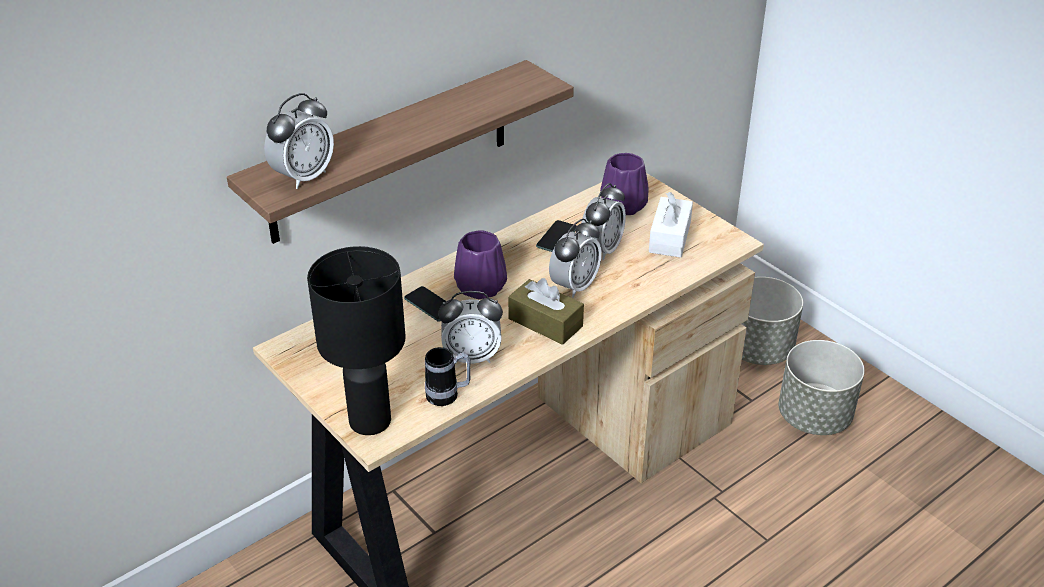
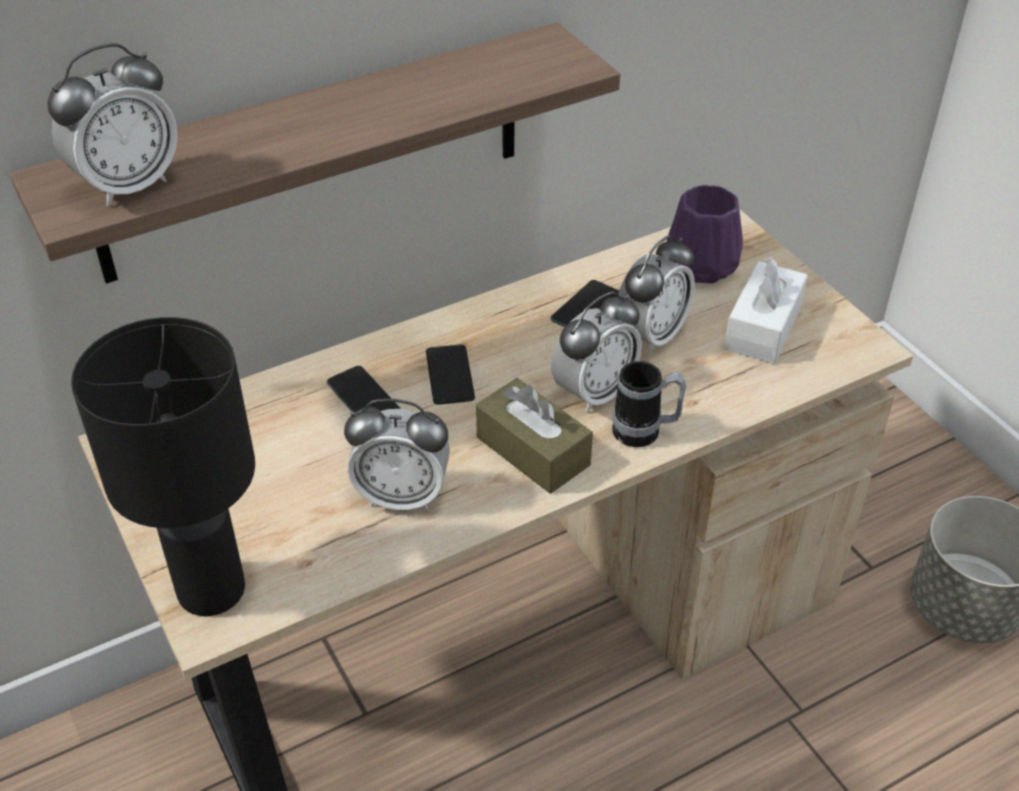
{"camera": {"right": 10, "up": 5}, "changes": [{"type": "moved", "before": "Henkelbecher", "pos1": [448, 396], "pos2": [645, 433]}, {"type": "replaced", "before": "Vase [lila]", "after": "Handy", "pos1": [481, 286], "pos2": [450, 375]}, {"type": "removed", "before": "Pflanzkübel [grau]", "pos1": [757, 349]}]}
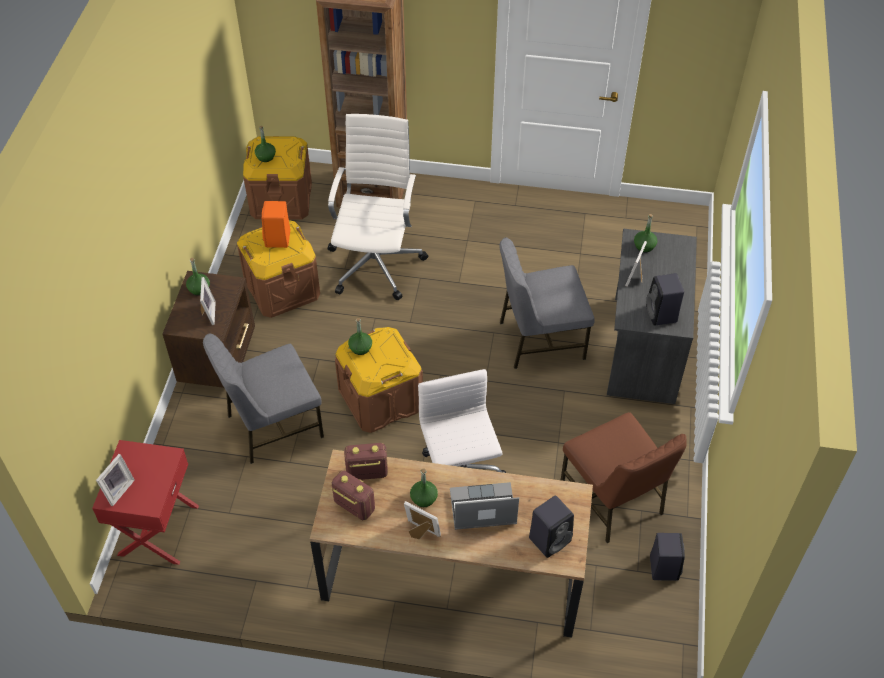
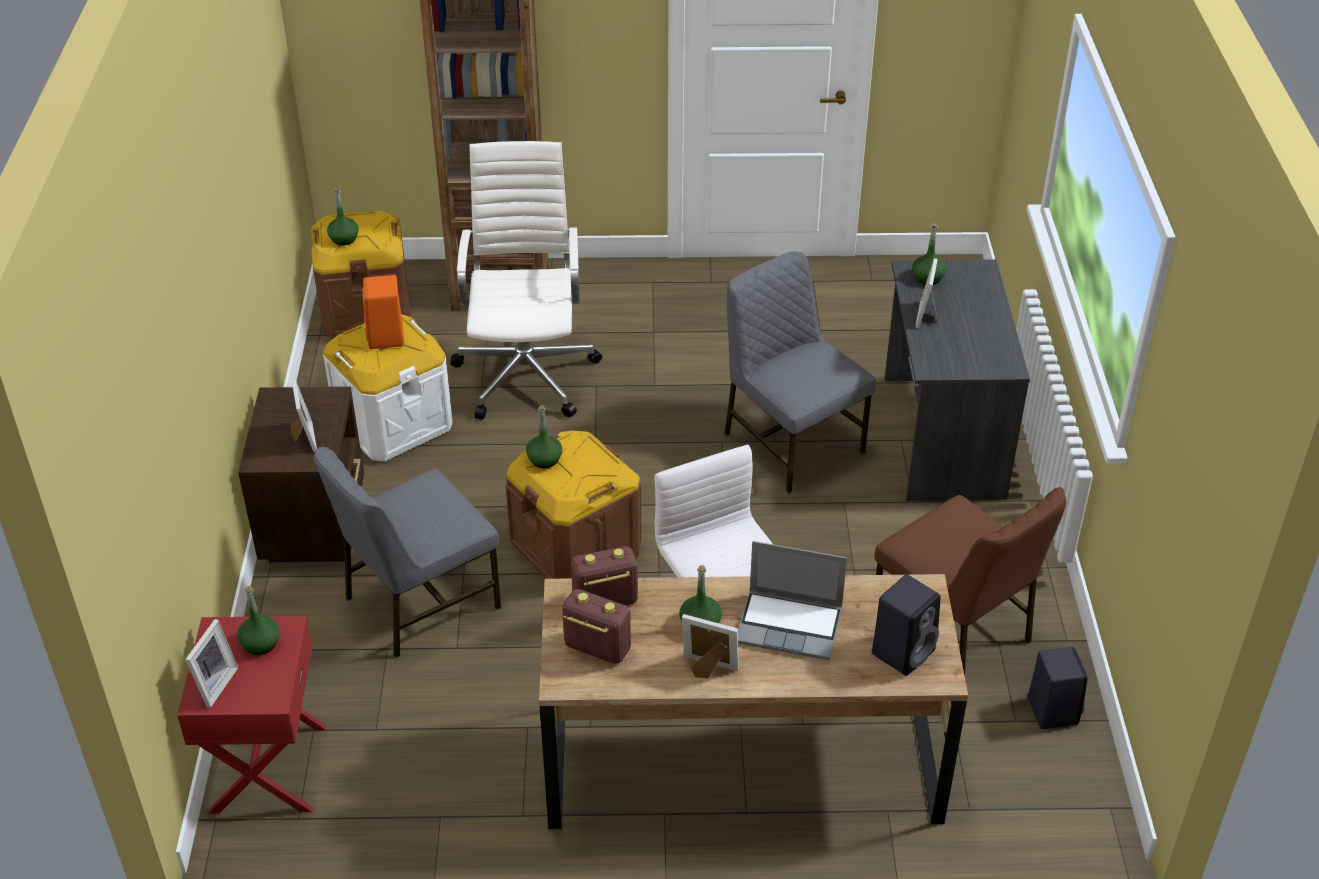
{"camera": {"right": -10, "up": -10}, "changes": [{"type": "moved", "before": "Flasche [grün]", "pos1": [199, 289], "pos2": [261, 643]}, {"type": "recoloured", "before": "Aufbewahrungsbox [braun]", "after": "Aufbewahrungsbox [weiß]", "pos1": [282, 289], "pos2": [393, 423]}, {"type": "turned", "before": "Laptop", "pos1": [482, 508], "pos2": [791, 625], "turn": -150}, {"type": "turned", "before": "Stuhl [grau]", "pos1": [540, 339], "pos2": [791, 442], "turn": 75}, {"type": "removed", "before": "Lautsprecher [schwarz]", "pos1": [662, 315]}]}
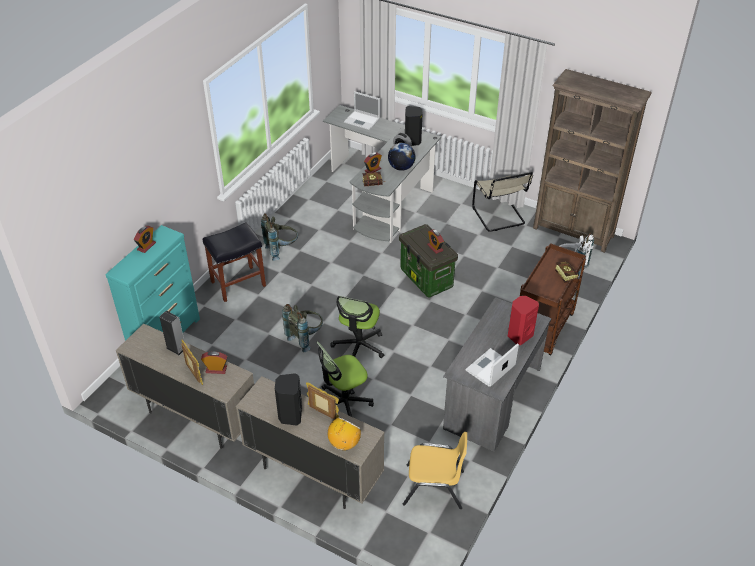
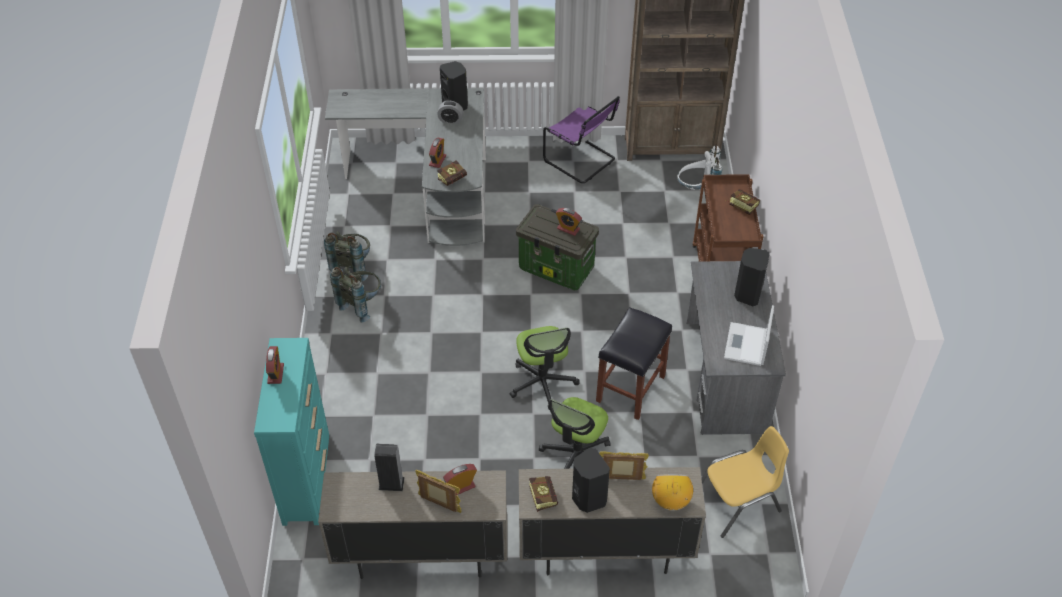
{"camera": {"right": -30, "up": 5}, "changes": [{"type": "moved", "before": "Hocker [schwarz]", "pos1": [238, 283], "pos2": [630, 387]}, {"type": "moved", "before": "Rucksack [grau]", "pos1": [305, 337], "pos2": [353, 266]}, {"type": "removed", "before": "Laptop", "pos1": [362, 120]}, {"type": "removed", "before": "Globus", "pos1": [401, 167]}, {"type": "recoloured", "before": "Stuhl [beige]", "after": "Stuhl [lila]", "pos1": [499, 217], "pos2": [581, 161]}, {"type": "recoloured", "before": "Lautsprecher [rot]", "after": "Lautsprecher [schwarz]", "pos1": [519, 335], "pos2": [747, 294]}, {"type": "added", "after": "Buch", "pos2": [542, 495]}]}
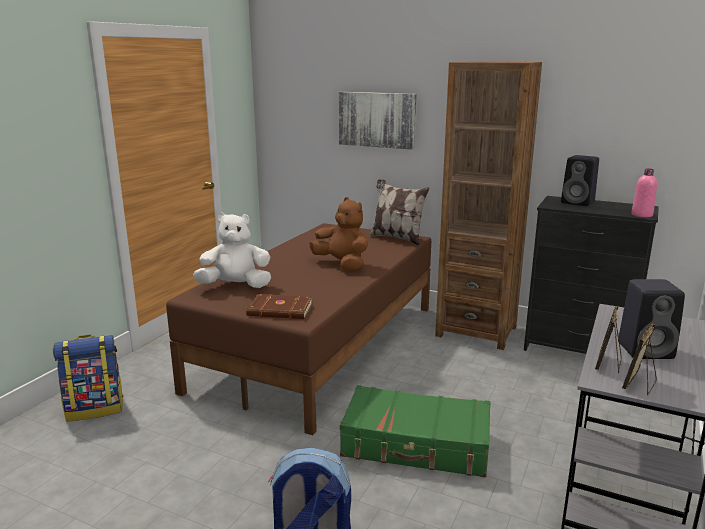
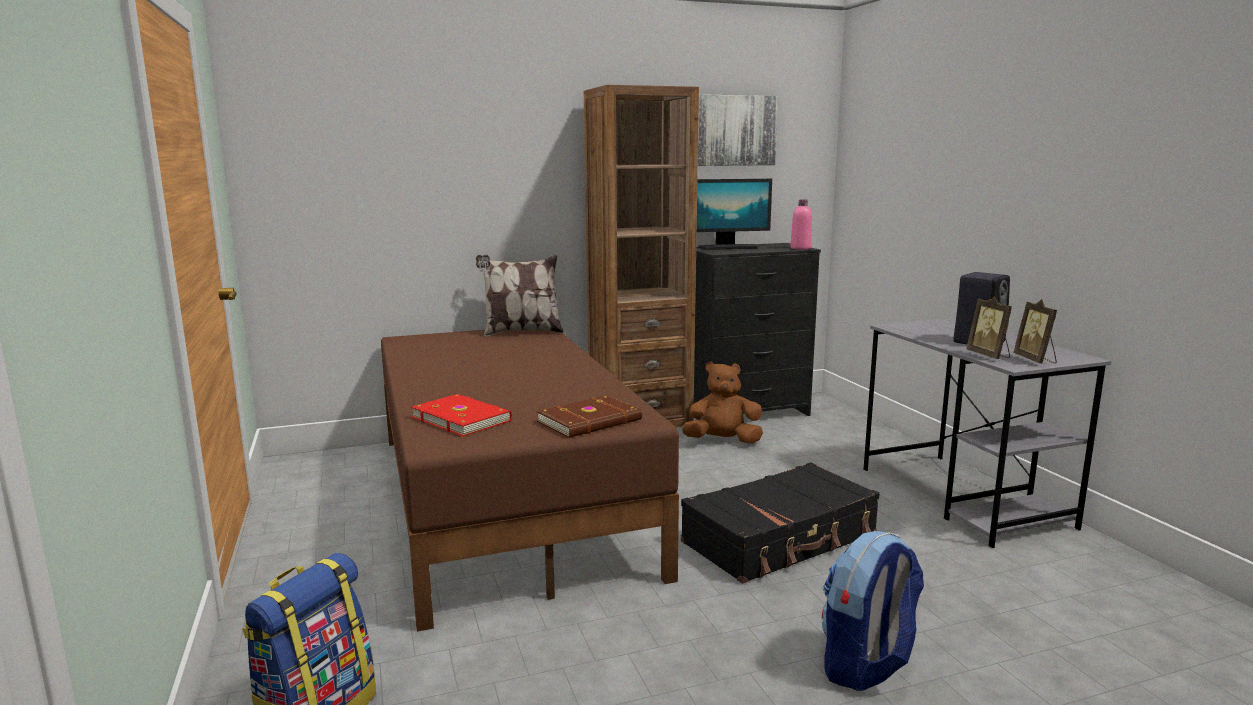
{"camera": {"right": -45, "up": -5}, "changes": [{"type": "replaced", "before": "Plüschtier [weiß]", "after": "Buch [rot]", "pos1": [235, 286], "pos2": [462, 418]}, {"type": "moved", "before": "Plüschtier [braun]", "pos1": [342, 264], "pos2": [722, 441]}, {"type": "moved", "before": "Bild", "pos1": [377, 119], "pos2": [727, 130]}, {"type": "recoloured", "before": "Koffer [grün]", "after": "Koffer [schwarz]", "pos1": [416, 445], "pos2": [780, 539]}, {"type": "replaced", "before": "Lautsprecher [schwarz]", "after": "Monitor", "pos1": [579, 202], "pos2": [728, 248]}]}
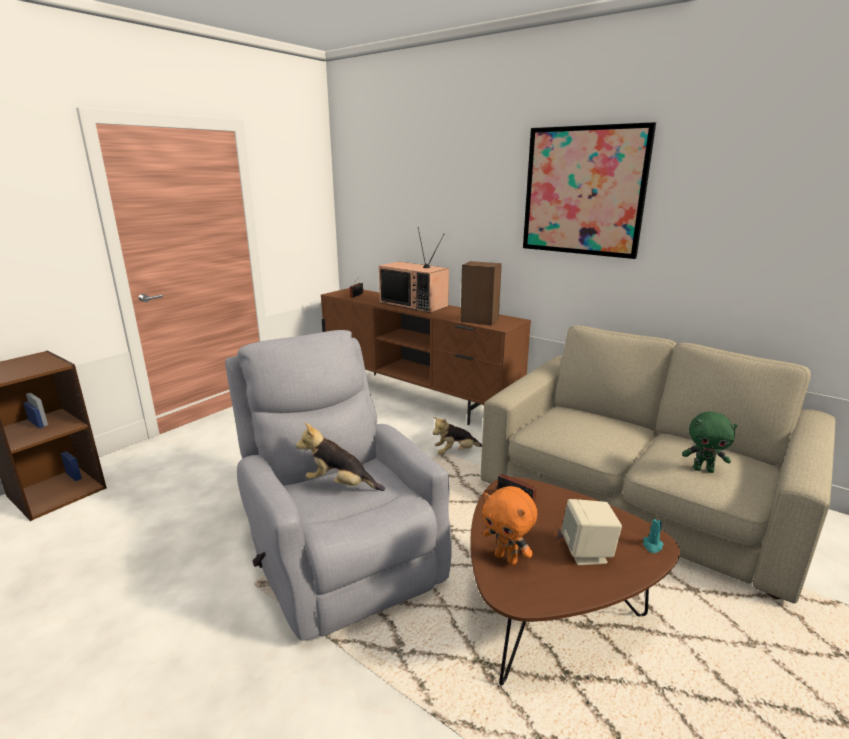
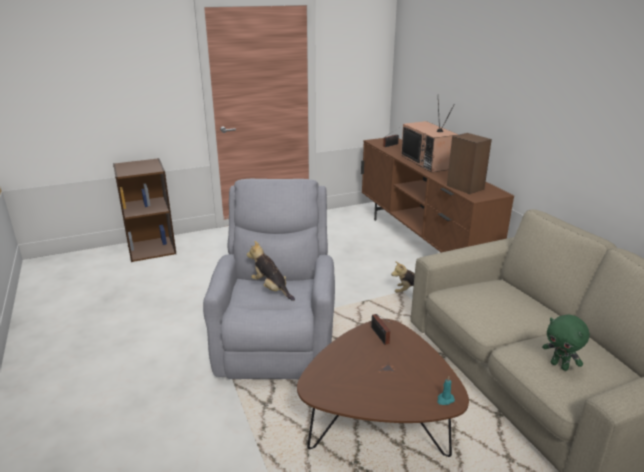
{"camera": {"right": 30, "up": 5}, "changes": [{"type": "removed", "before": "Plüschtier [orange]", "pos1": [506, 558]}, {"type": "removed", "before": "Bild", "pos1": [583, 191]}, {"type": "removed", "before": "Lautsprecher [beige]", "pos1": [587, 553]}]}
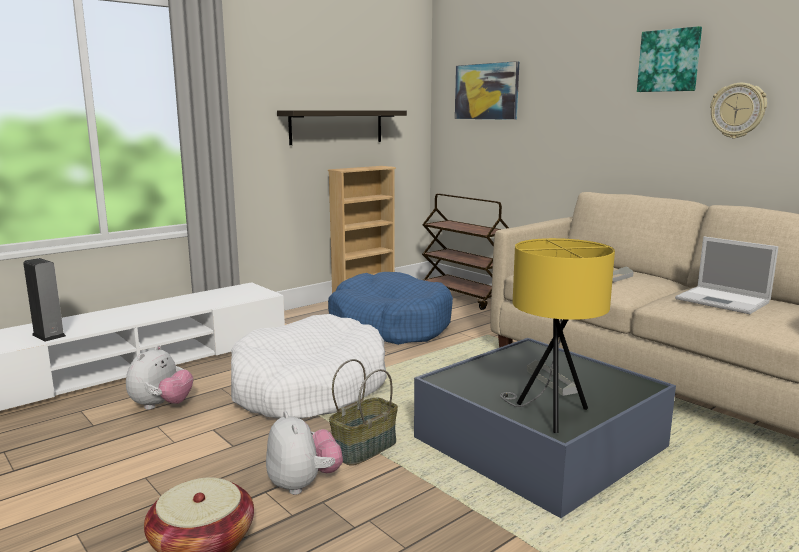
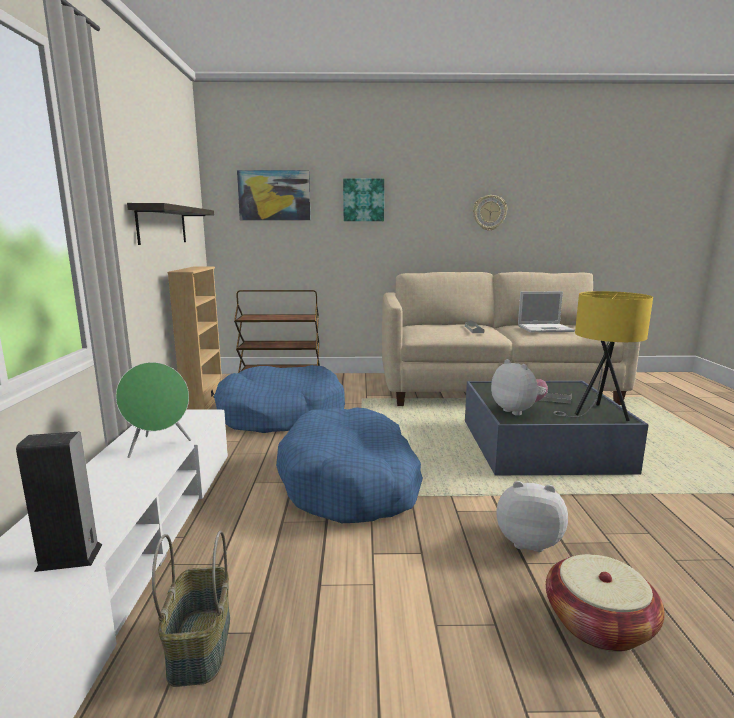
{"camera": {"right": -50, "up": 0}, "changes": [{"type": "moved", "before": "Plüschtier", "pos1": [161, 406], "pos2": [517, 411]}, {"type": "recoloured", "before": "Hundebett [weiß]", "after": "Hundebett [blau]", "pos1": [309, 388], "pos2": [351, 482]}, {"type": "moved", "before": "Korb", "pos1": [364, 448], "pos2": [199, 645]}, {"type": "moved", "before": "Bild", "pos1": [669, 60], "pos2": [363, 200]}, {"type": "added", "after": "Lautsprecher [grün]", "pos2": [158, 446]}]}
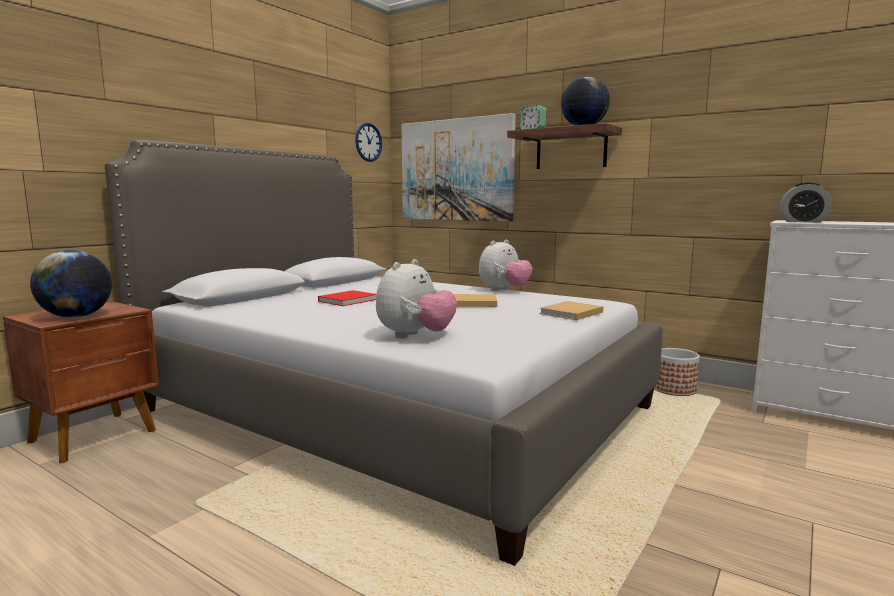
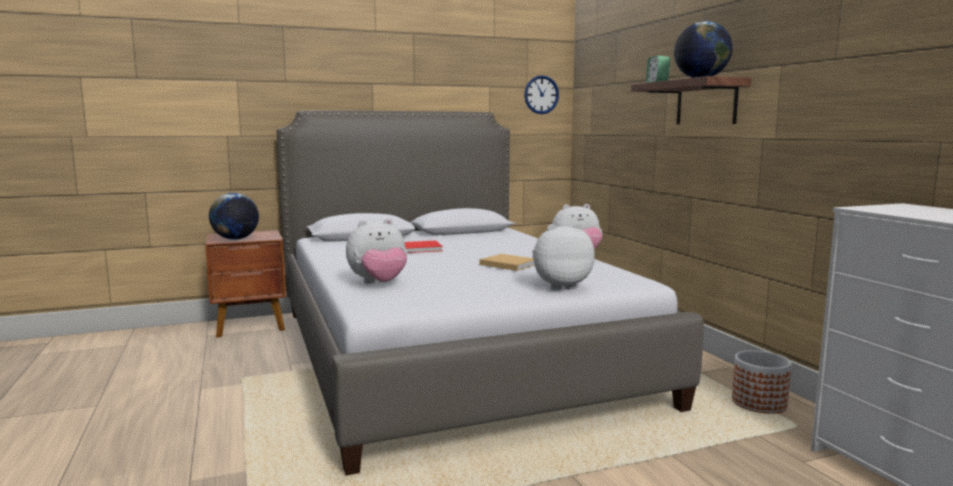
{"camera": {"right": 35, "up": 0}, "changes": [{"type": "removed", "before": "Bild", "pos1": [456, 170]}, {"type": "replaced", "before": "Buch [beige]", "after": "Plüschtier", "pos1": [570, 313], "pos2": [560, 286]}, {"type": "removed", "before": "Wecker", "pos1": [803, 222]}]}
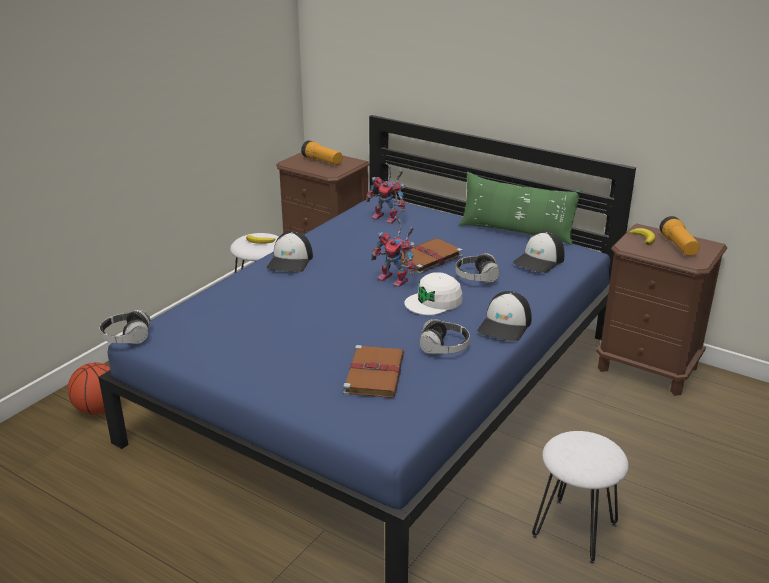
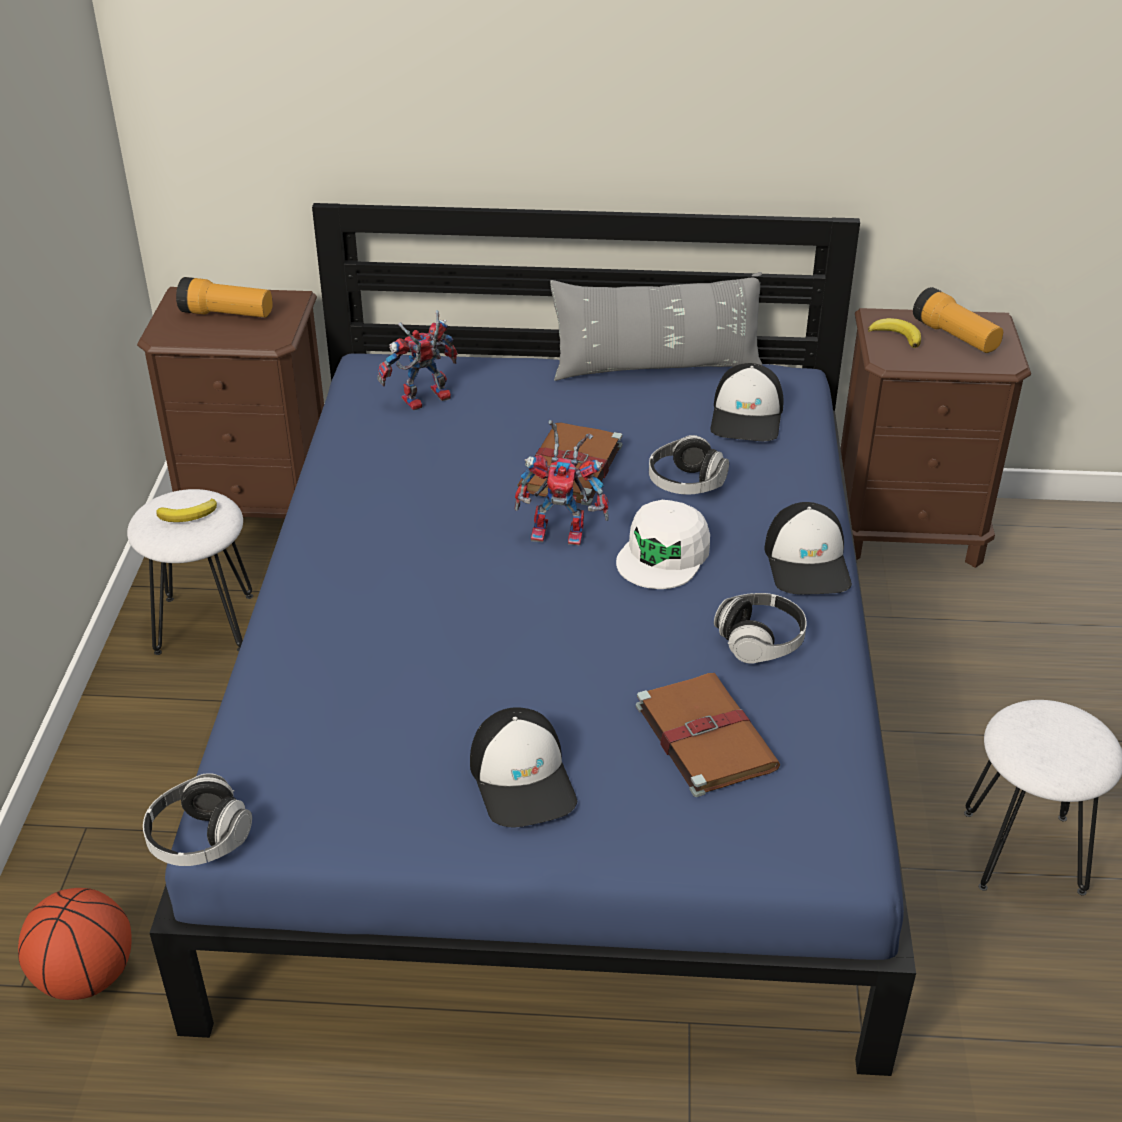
{"camera": {"right": -30, "up": 10}, "changes": [{"type": "moved", "before": "Kappe", "pos1": [290, 261], "pos2": [523, 779]}, {"type": "turned", "before": "Spielzeugroboter", "pos1": [388, 218], "pos2": [423, 401], "turn": 150}, {"type": "recoloured", "before": "Kissen [grün]", "after": "Kissen [grau]", "pos1": [516, 232], "pos2": [656, 367]}]}
